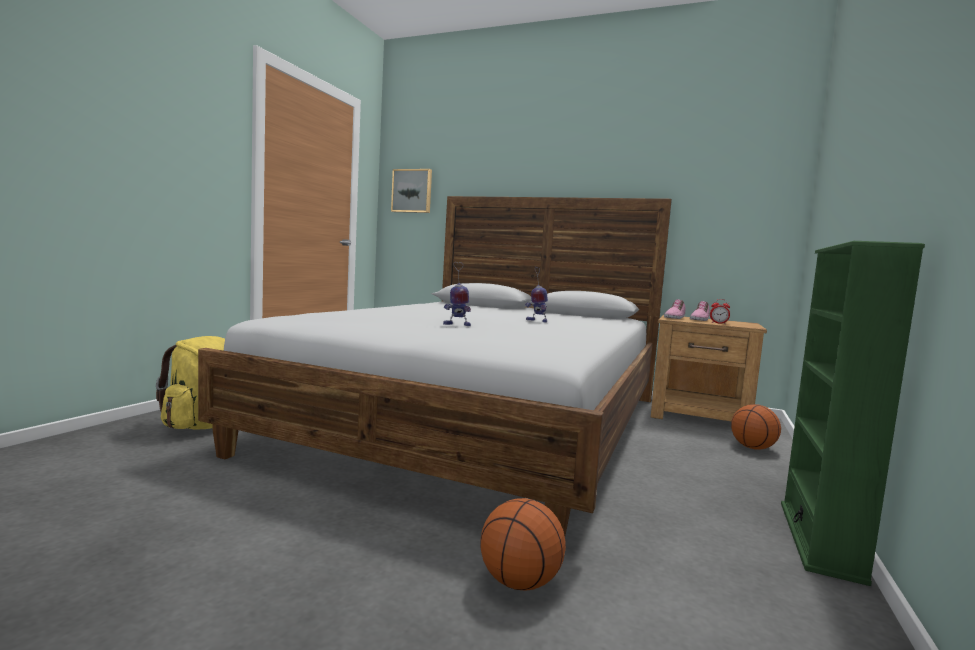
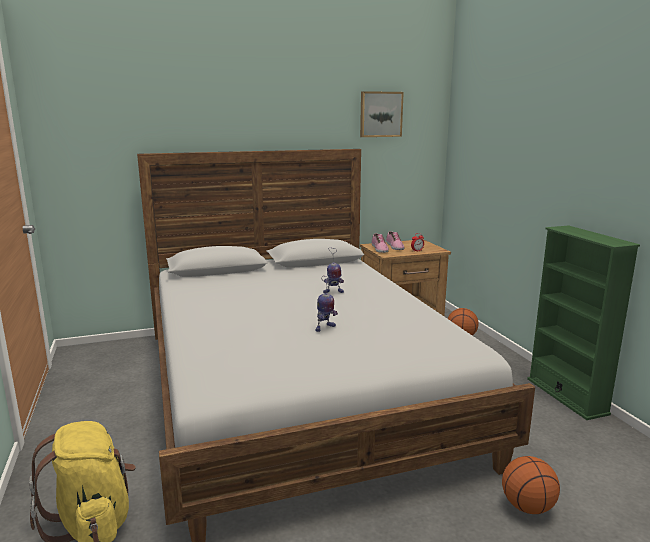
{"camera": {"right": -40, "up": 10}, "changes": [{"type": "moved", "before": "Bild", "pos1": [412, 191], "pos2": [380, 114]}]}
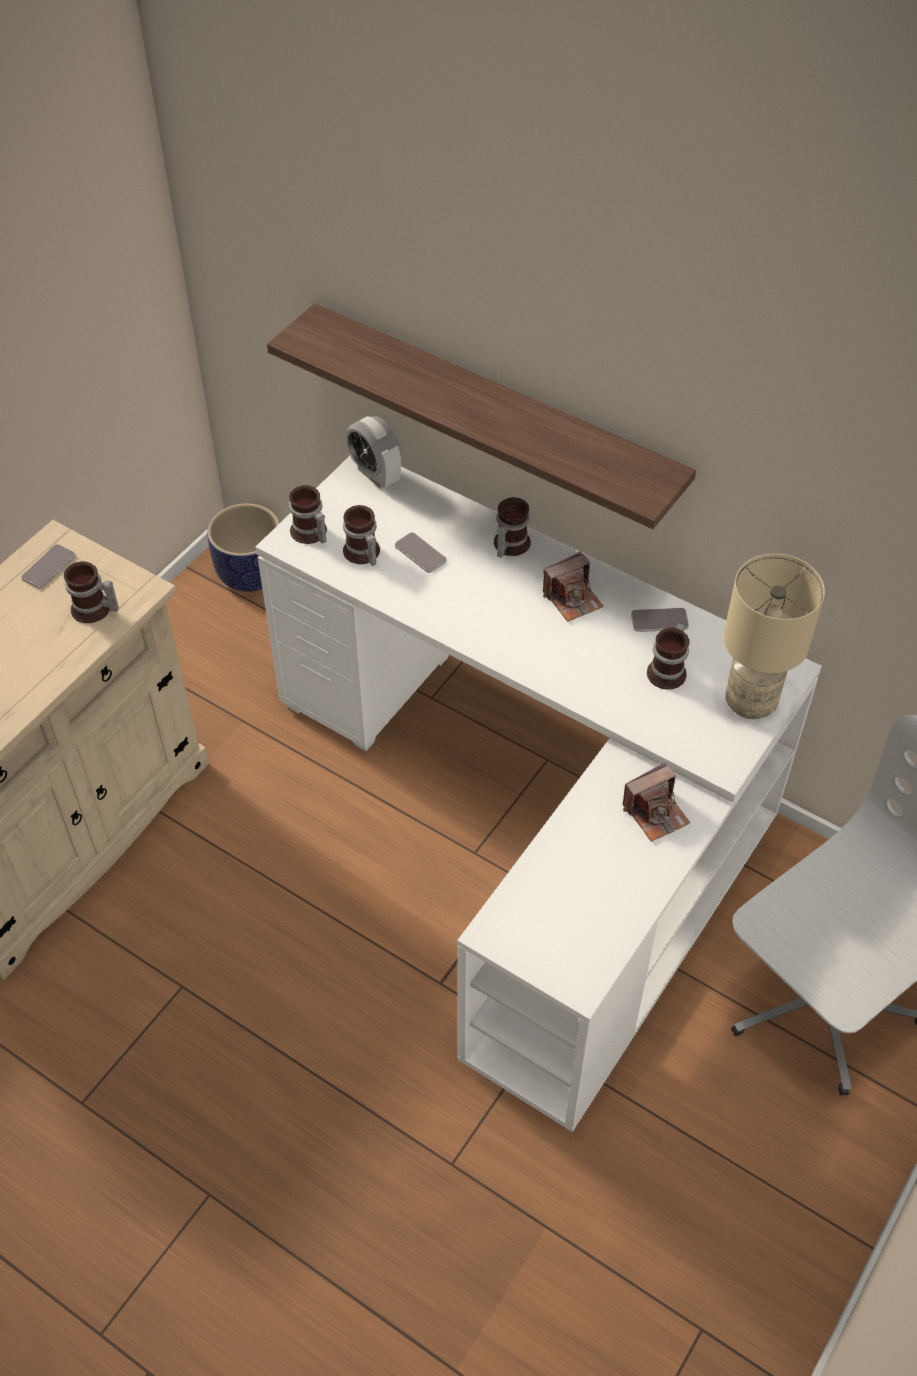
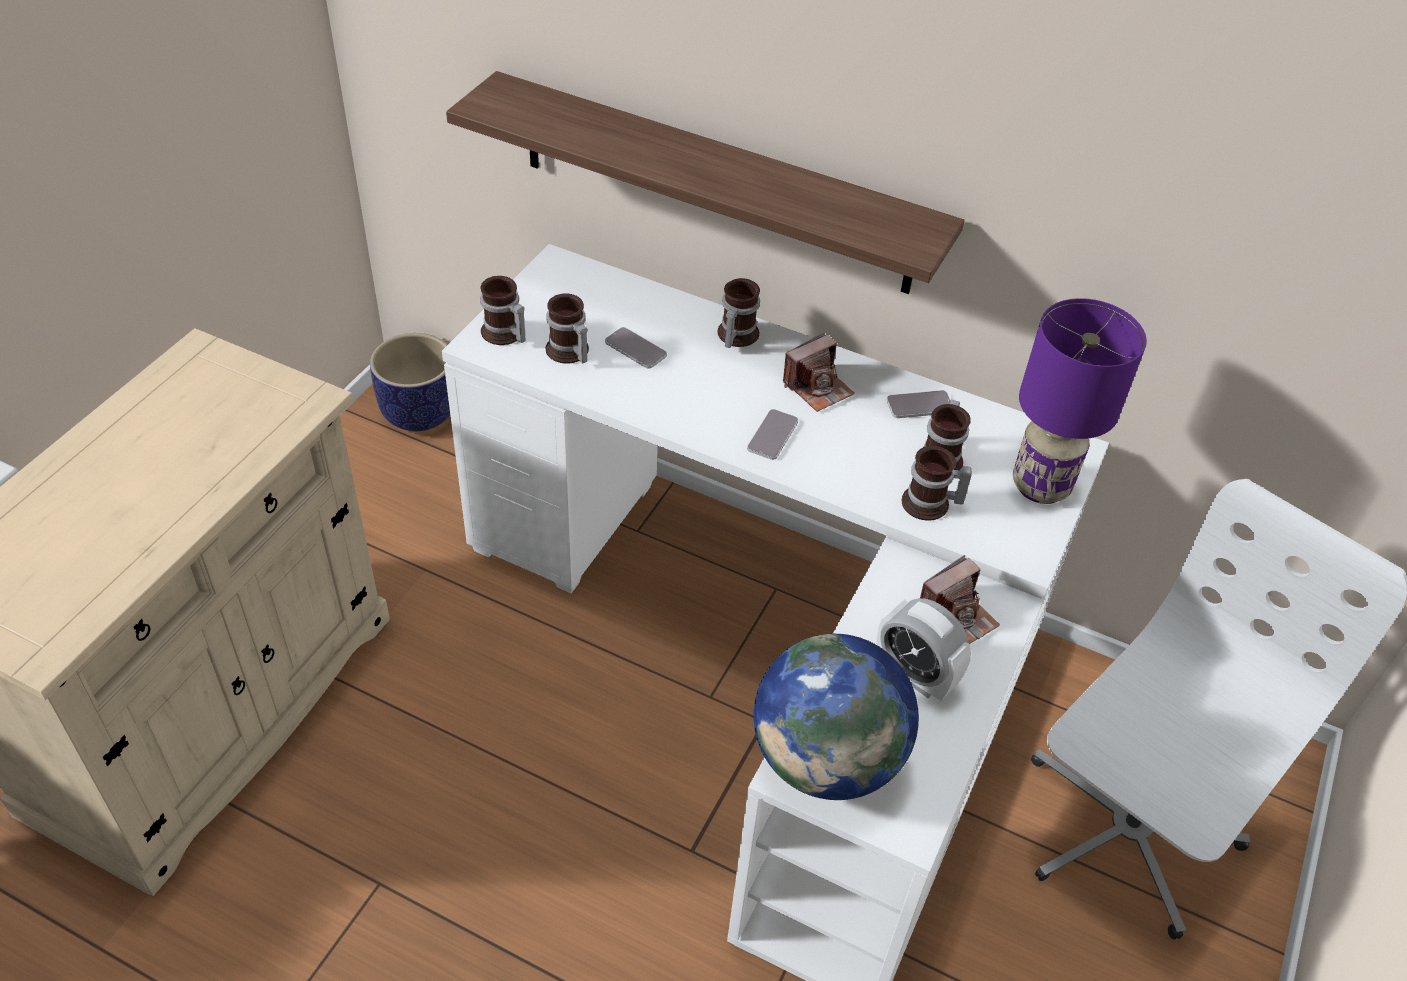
{"camera": {"right": -10, "up": -5}, "changes": [{"type": "moved", "before": "Handy", "pos1": [48, 567], "pos2": [772, 435]}, {"type": "moved", "before": "Henkelbecher", "pos1": [94, 610], "pos2": [930, 505]}, {"type": "moved", "before": "Wecker", "pos1": [375, 474], "pos2": [915, 675]}, {"type": "recoloured", "before": "Tischlampe [beige]", "after": "Tischlampe [lila]", "pos1": [751, 703], "pos2": [1042, 486]}, {"type": "added", "after": "Globus", "pos2": [826, 759]}]}
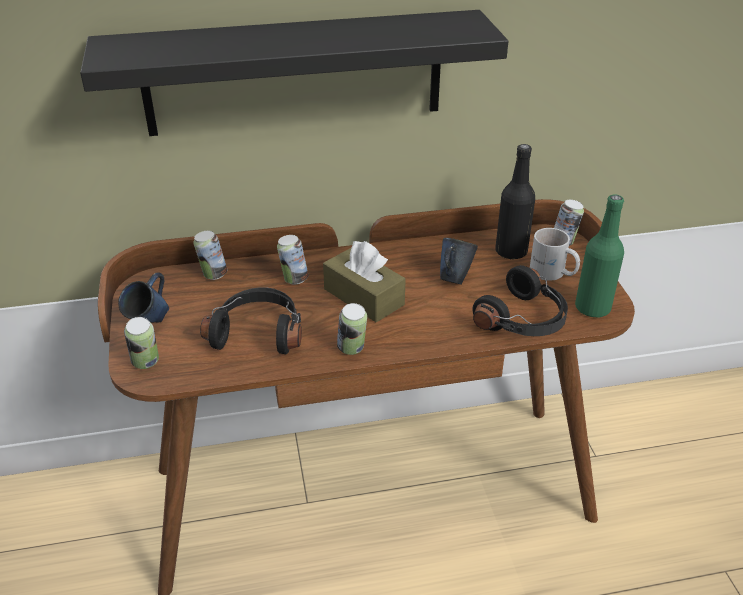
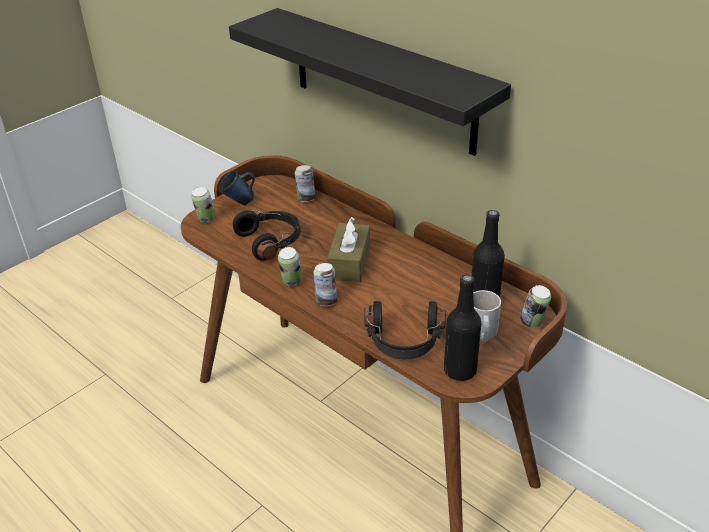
{"camera": {"right": 55, "up": 0}, "changes": [{"type": "moved", "before": "Dose", "pos1": [294, 279], "pos2": [326, 301]}, {"type": "removed", "before": "Henkelbecher [blau]", "pos1": [454, 278]}, {"type": "recoloured", "before": "Flasche [grün]", "after": "Flasche [schwarz]", "pos1": [592, 308], "pos2": [460, 370]}]}
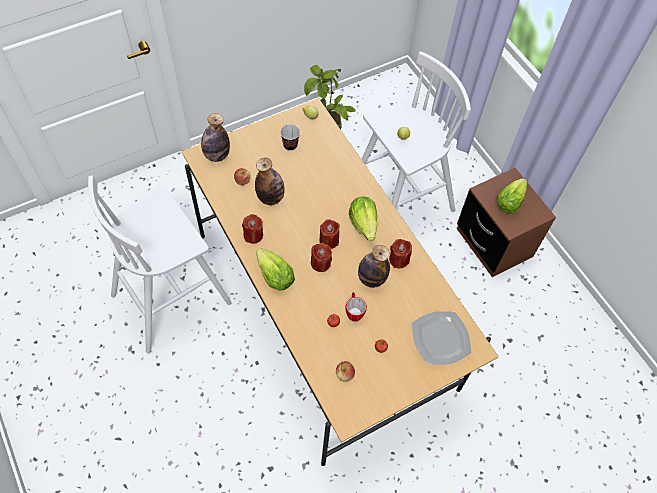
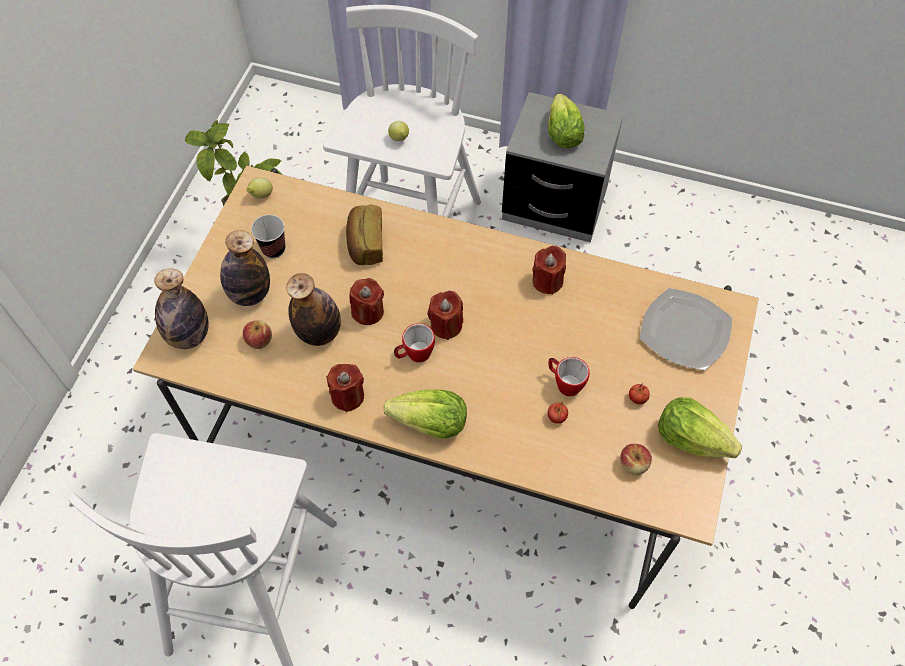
{"camera": {"right": -40, "up": 0}, "changes": [{"type": "moved", "before": "Kerze [rot]", "pos1": [320, 263], "pos2": [368, 312]}, {"type": "moved", "before": "Salatkopf", "pos1": [363, 224], "pos2": [690, 438]}, {"type": "moved", "before": "Flasche", "pos1": [371, 278], "pos2": [250, 294]}, {"type": "recoloured", "before": "Nachttisch [braun]", "after": "Nachttisch [grau]", "pos1": [493, 243], "pos2": [554, 204]}, {"type": "added", "after": "Brot", "pos2": [366, 244]}, {"type": "added", "after": "Henkelbecher", "pos2": [414, 355]}]}
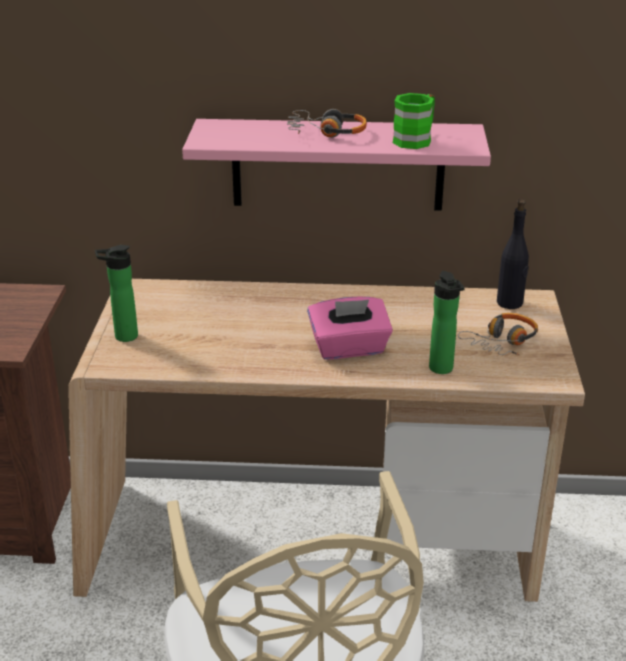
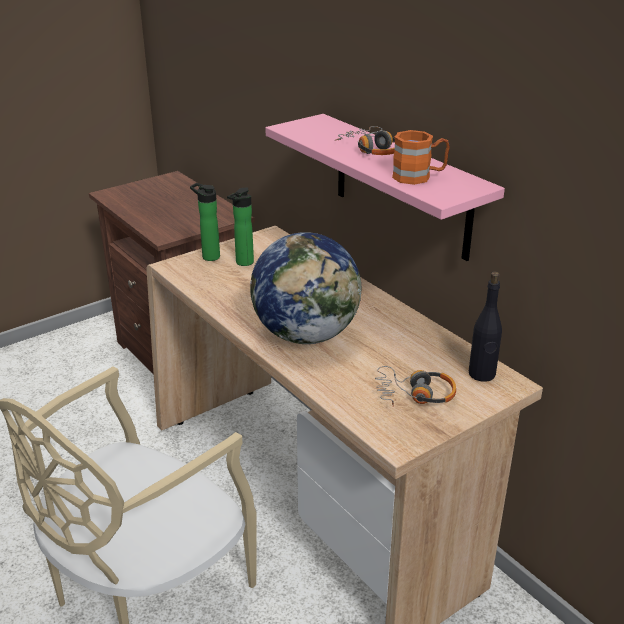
{"camera": {"right": 50, "up": 0}, "changes": [{"type": "replaced", "before": "Taschentuchbox [rosa]", "after": "Globus", "pos1": [349, 348], "pos2": [307, 334]}, {"type": "recoloured", "before": "Henkelbecher [grün]", "after": "Henkelbecher [orange]", "pos1": [416, 139], "pos2": [419, 177]}, {"type": "moved", "before": "Flasche", "pos1": [442, 370], "pos2": [243, 263]}]}
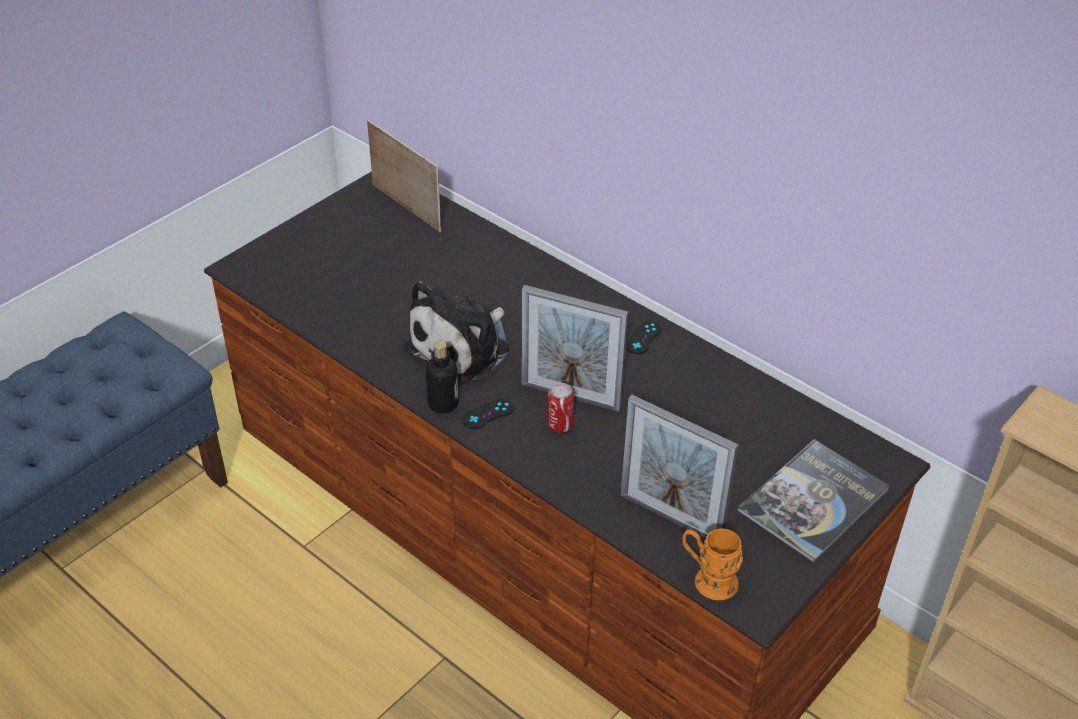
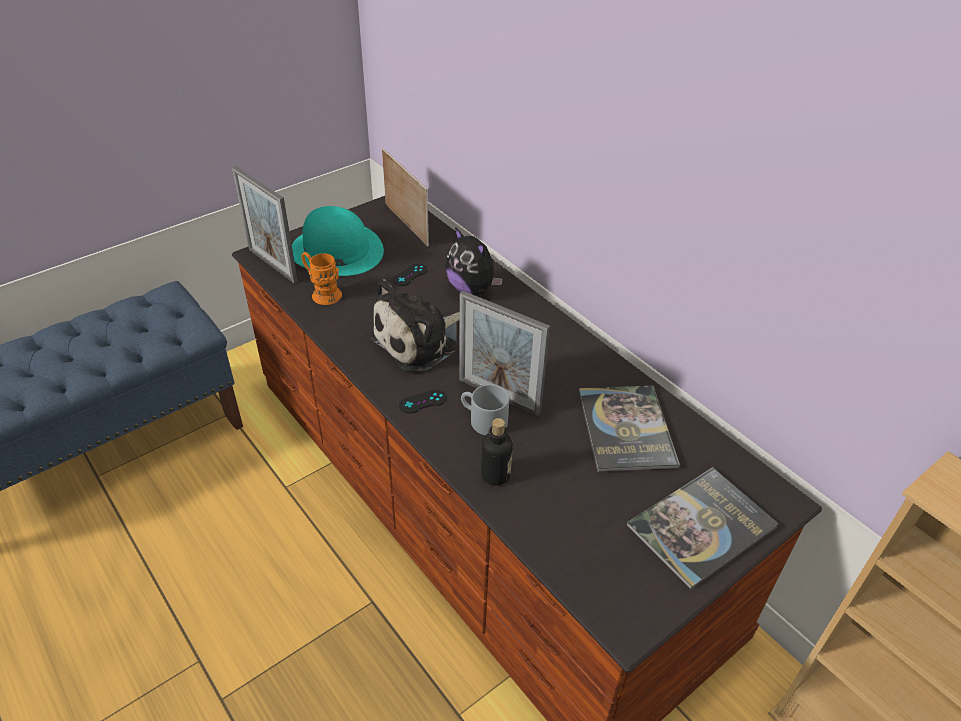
{"camera": {"right": 10, "up": 0}, "changes": [{"type": "moved", "before": "Flasche", "pos1": [443, 403], "pos2": [495, 475]}, {"type": "replaced", "before": "Dose", "after": "Henkelbecher [grau]", "pos1": [559, 425], "pos2": [482, 420]}, {"type": "moved", "before": "Bilderrahmen", "pos1": [670, 518], "pos2": [272, 265]}, {"type": "moved", "before": "Gamepad [schwarz]", "pos1": [643, 337], "pos2": [410, 275]}, {"type": "moved", "before": "Henkelbecher [orange]", "pos1": [708, 579], "pos2": [322, 293]}, {"type": "added", "after": "Hut [türkis]", "pos2": [336, 250]}, {"type": "added", "after": "Plüschtier", "pos2": [472, 289]}, {"type": "added", "after": "Buch", "pos2": [626, 429]}]}
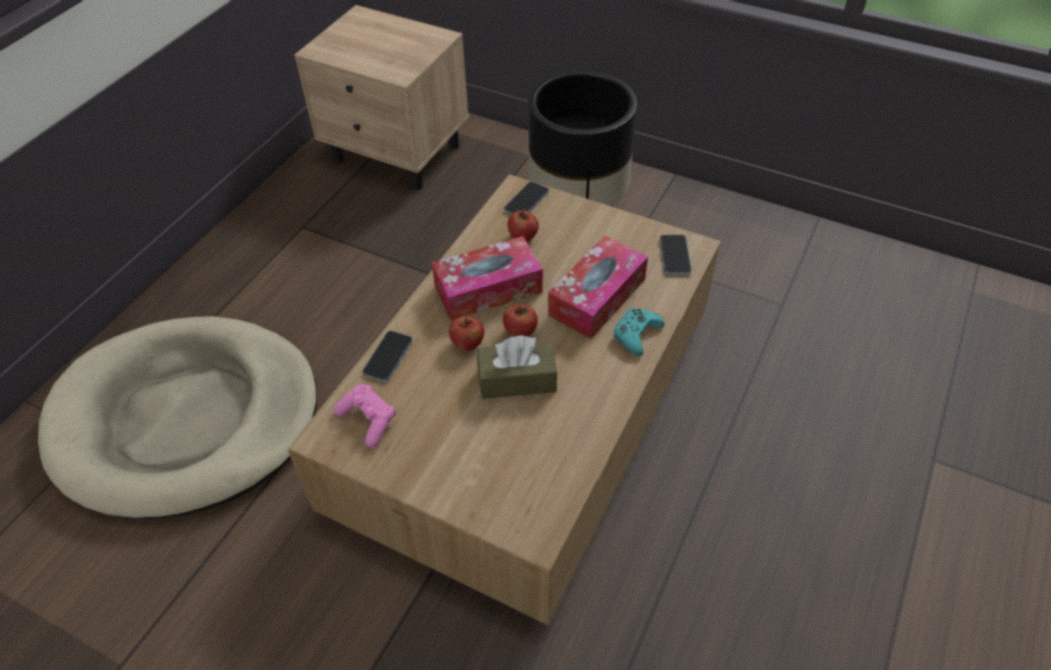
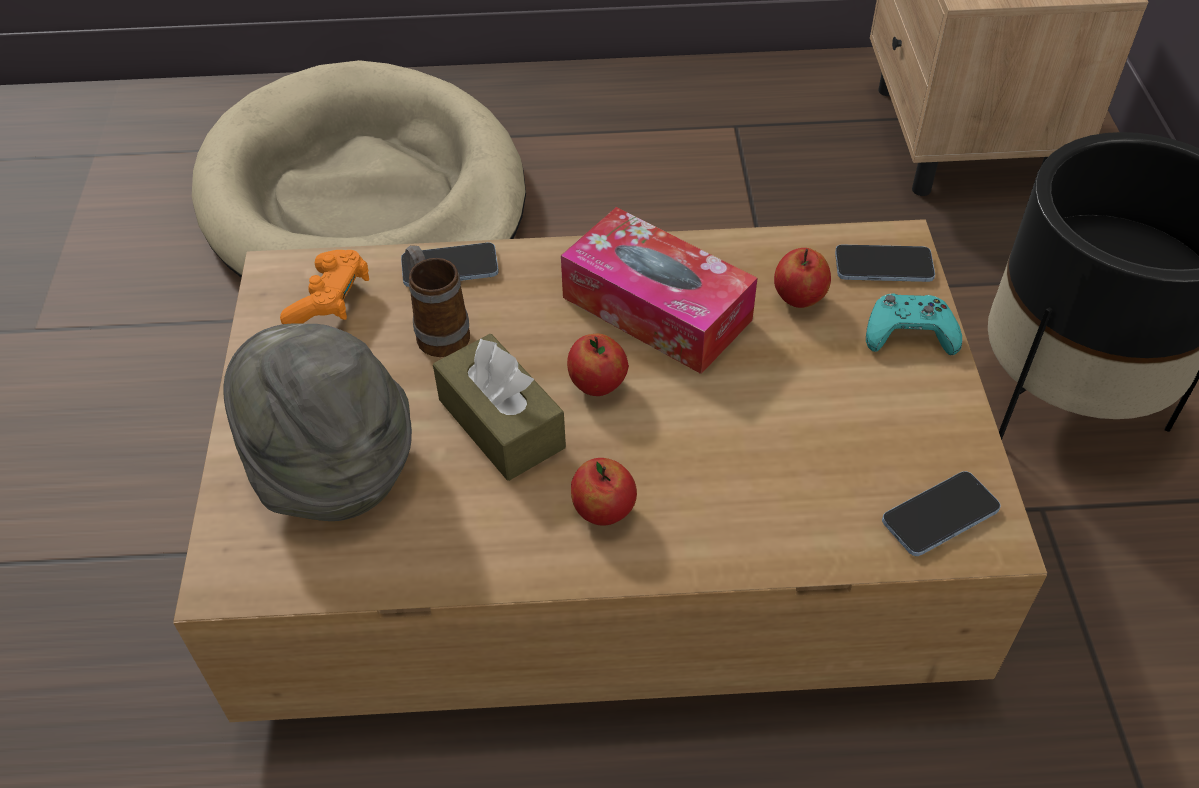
{"camera": {"right": 60, "up": 0}, "changes": [{"type": "recoloured", "before": "Gamepad [rosa]", "after": "Gamepad [orange]", "pos1": [368, 420], "pos2": [330, 301]}, {"type": "moved", "before": "Apfel", "pos1": [468, 344], "pos2": [604, 511]}, {"type": "removed", "before": "Taschentuchbox", "pos1": [597, 297]}, {"type": "moved", "before": "Gamepad [türkis]", "pos1": [636, 334], "pos2": [909, 333]}, {"type": "added", "after": "Hut [grau]", "pos2": [330, 467]}, {"type": "added", "after": "Henkelbecher", "pos2": [438, 331]}]}
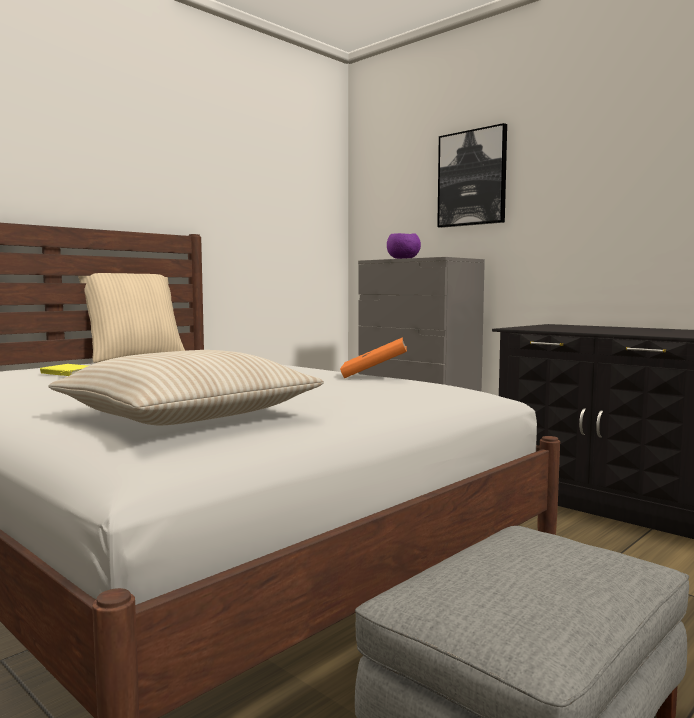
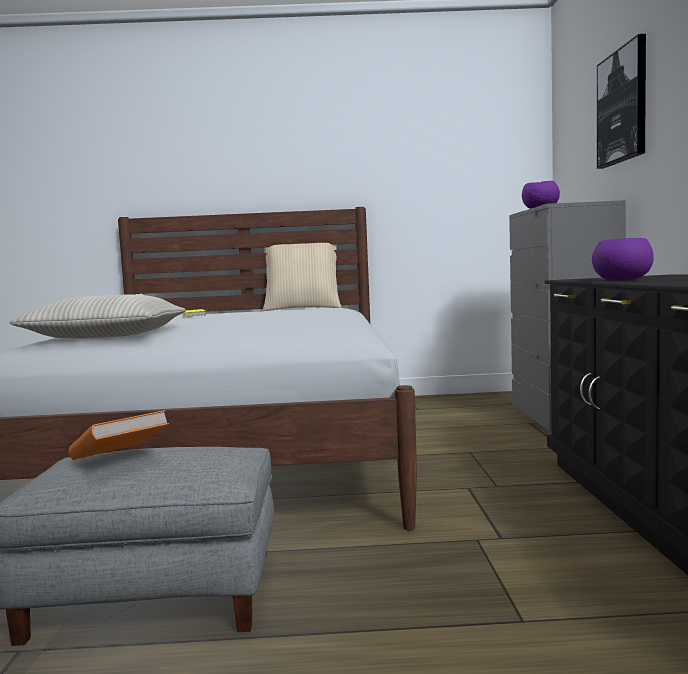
{"camera": {"right": 45, "up": 0}, "changes": [{"type": "moved", "before": "Buch [orange]", "pos1": [374, 375], "pos2": [119, 460]}, {"type": "added", "after": "Schüssel [lila]", "pos2": [622, 280]}]}
